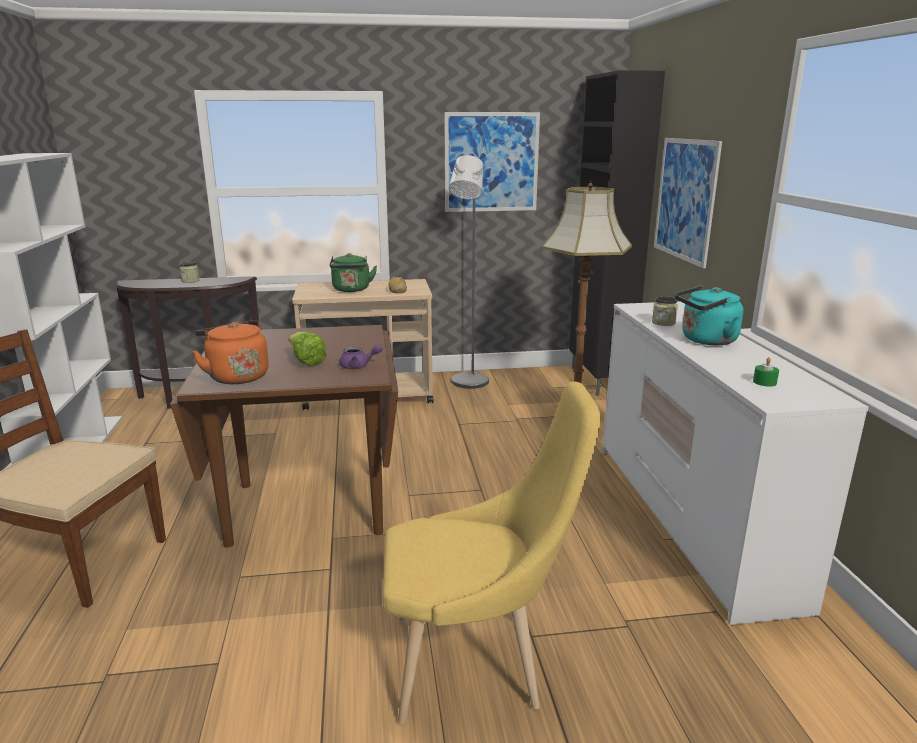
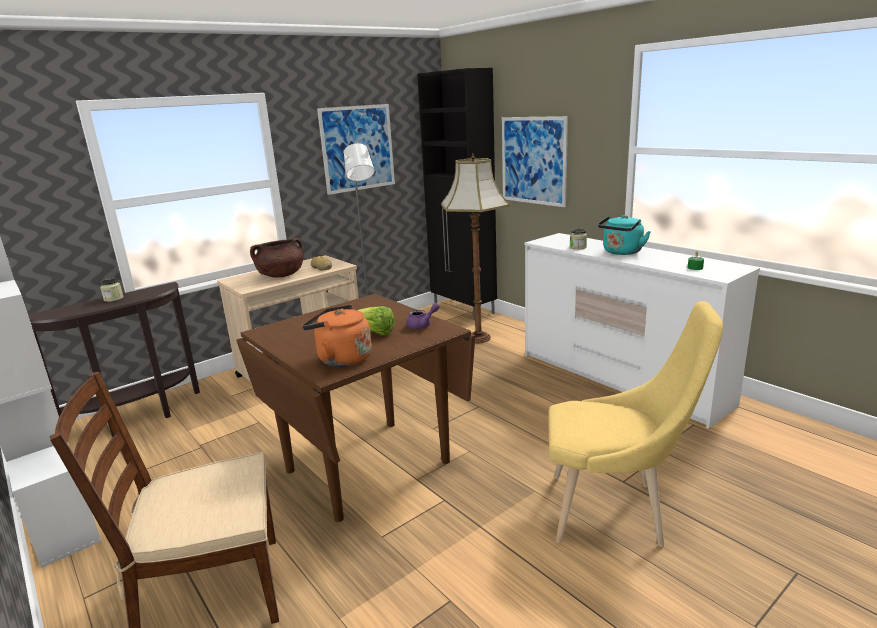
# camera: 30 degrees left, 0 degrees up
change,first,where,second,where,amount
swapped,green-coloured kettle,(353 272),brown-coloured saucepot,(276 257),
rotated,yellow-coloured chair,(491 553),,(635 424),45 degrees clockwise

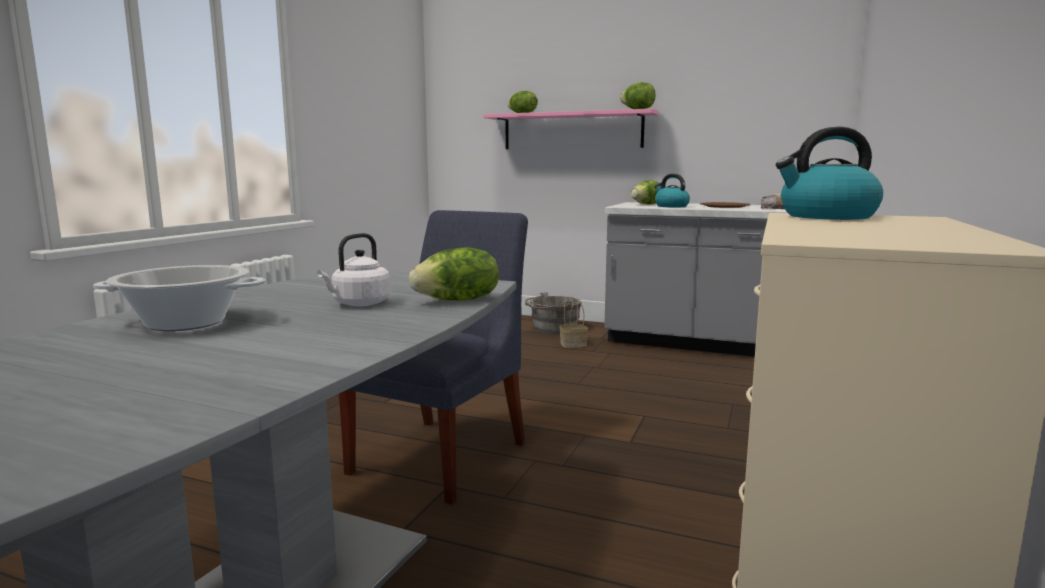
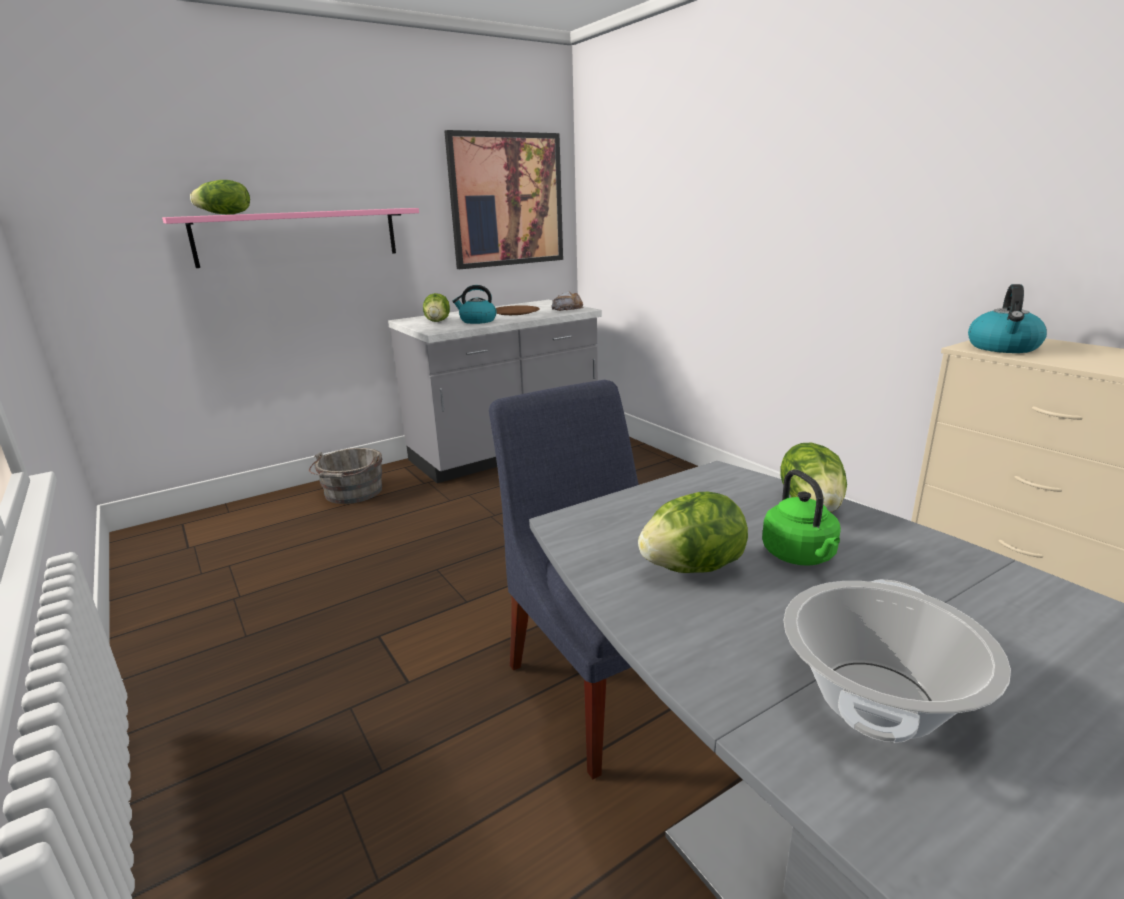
# camera: 55 degrees left, 10 degrees up
change,first,where,second,where,amount
repainted,whitish kettle,(354 269),green-coloured kettle,(801 517),
gone,basket,(574 322),,,
shifted,lettuce,(637 95),,(693 532),
new,,,wall picture,(503 199),

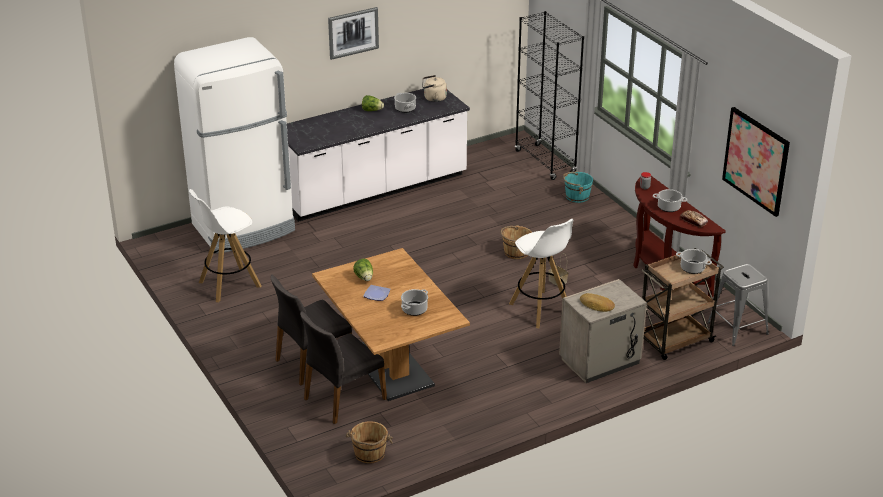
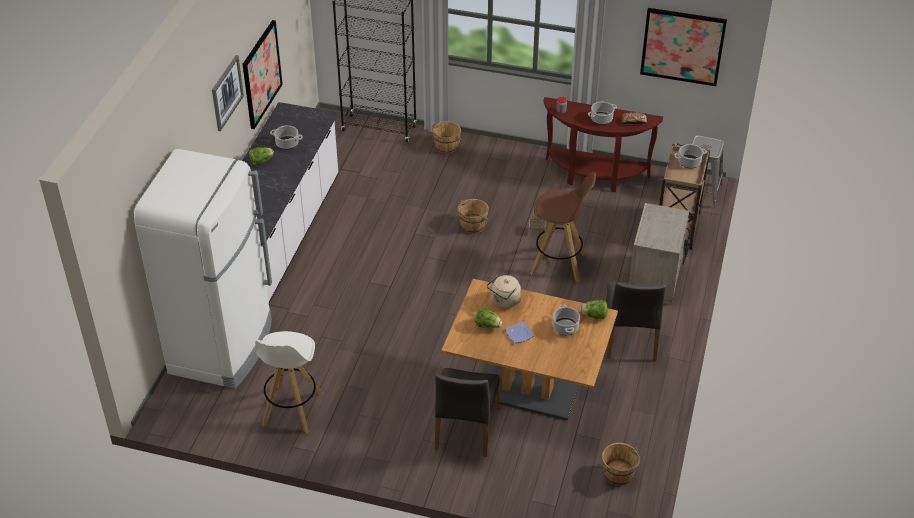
# camera: 45 degrees left, 10 degrees up
change,first,where,second,where,amount
shifted,gray chair,(343 367),,(636 321),
shifted,beige kettle,(434 88),,(504 291),
repainted,whitish sitting stool,(541 273),brown-coloured sitting stool,(563 227),
repainted,blue-green bucket,(578 187),brown-coloured bucket,(446 137),
gone,bakery bread,(597 302),,,
new,,,wall picture,(262 74),
new,,,lettuce,(594 309),

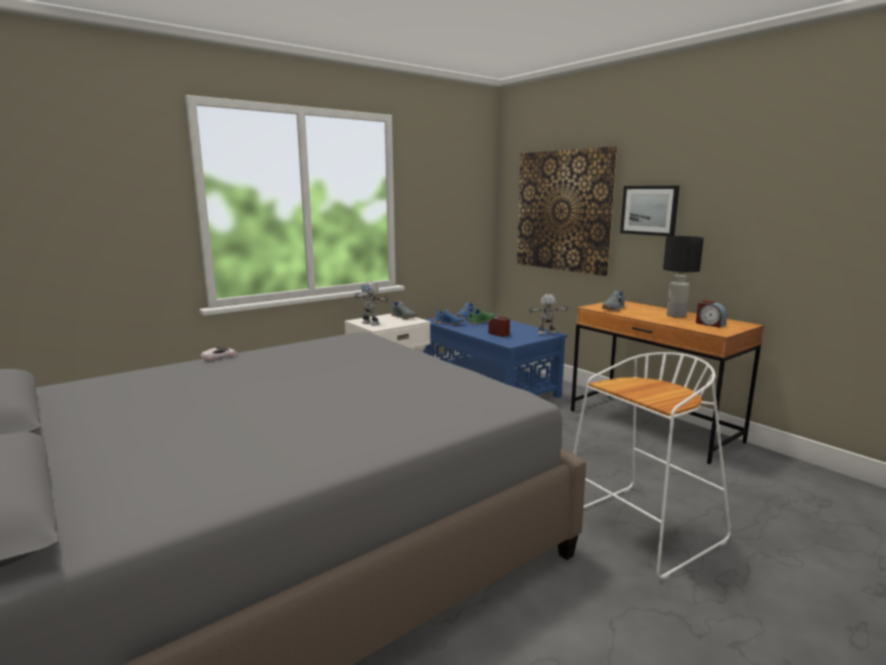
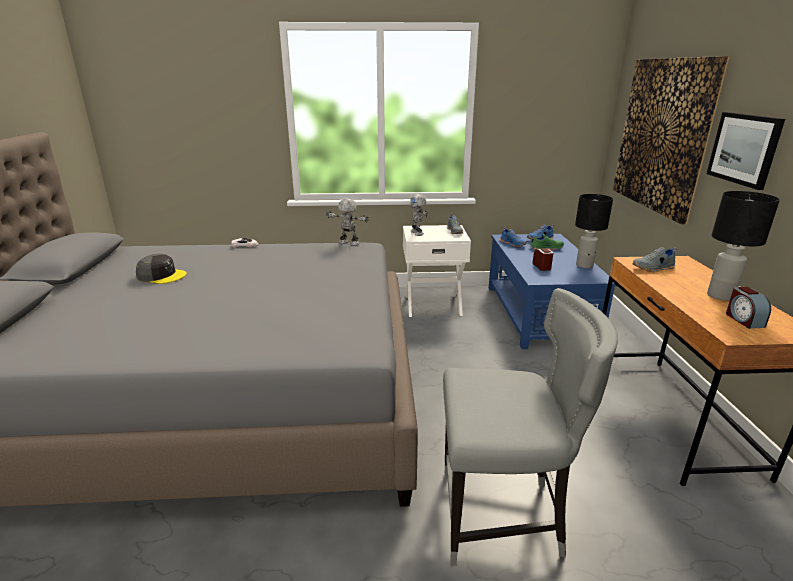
# camera: 35 degrees right, 10 degrees up
change,first,where,second,where,amount
shifted,toy robot,(548 314),,(347 222),
swapped,whitish sitting stool,(652 466),gray chair,(530 427),
new,,,gray baseball cap,(161 269),
new,,,black table lamp,(594 231),

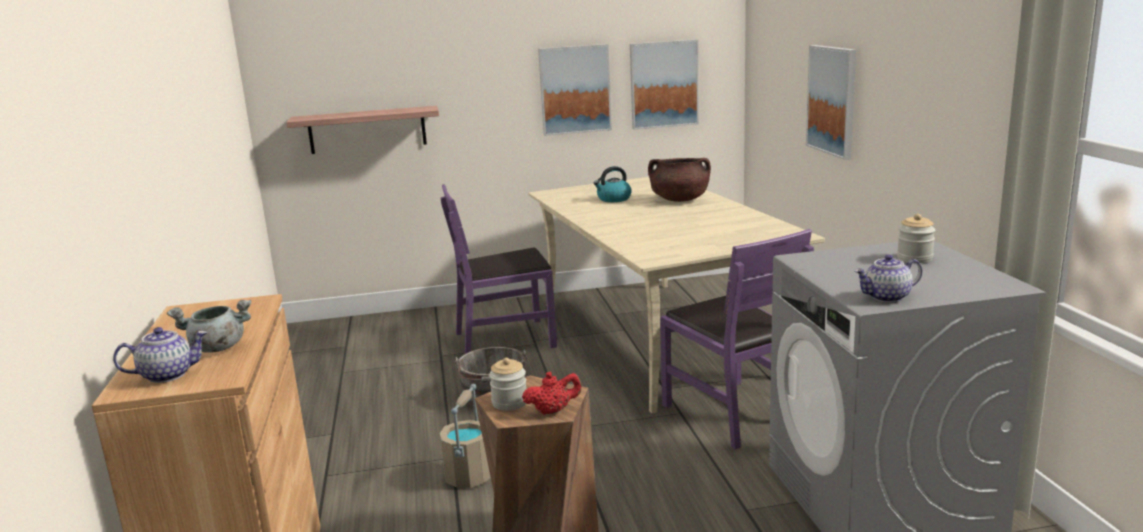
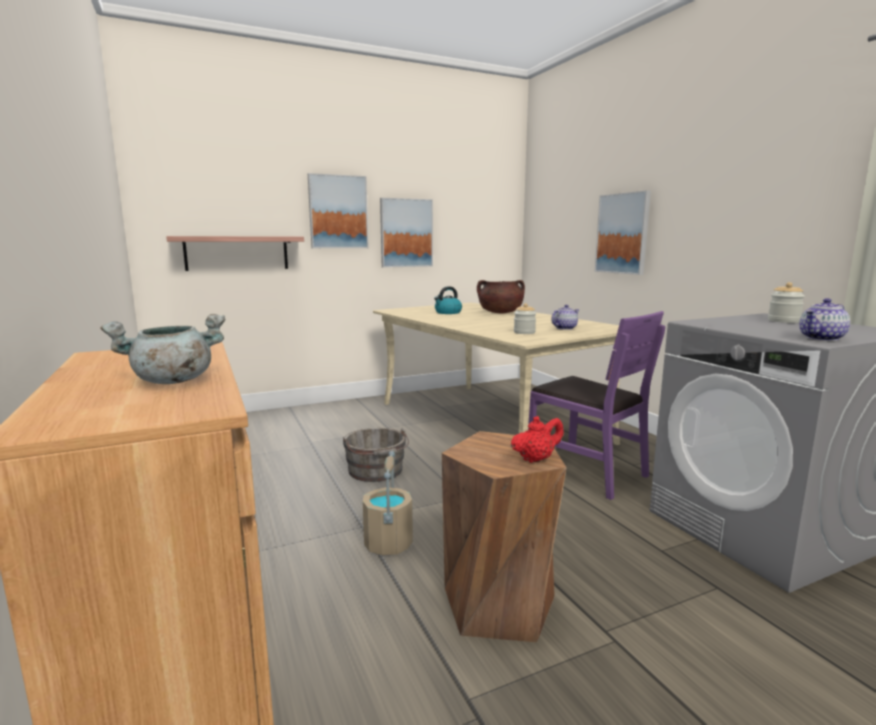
# camera: 15 degrees left, 5 degrees down
change,first,where,second,where,amount
shifted,tea pot,(160 355),,(565 317),
gone,purplish chair,(499 269),,,
shifted,storage jar,(507 384),,(525 318),
shifted,wall picture,(664 84),,(338 210),

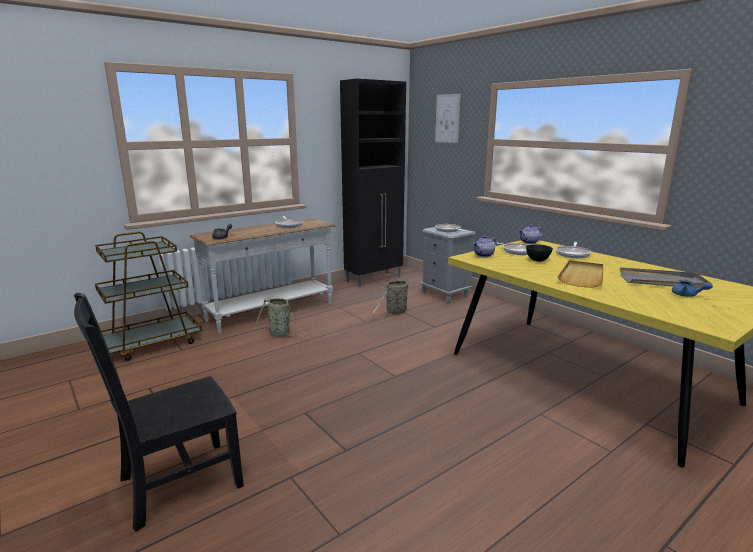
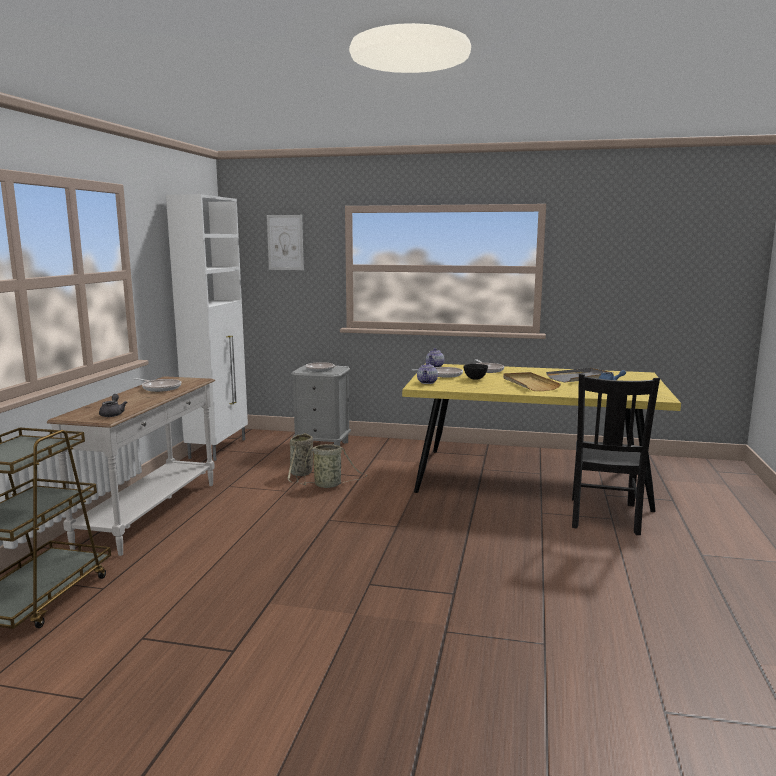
# camera: 40 degrees left, 5 degrees down
change,first,where,second,where,amount
shifted,black chair,(159 412),,(616 454),
shifted,basket,(281 317),,(334 466),
repainted,black cupboard,(373 183),whitish cupboard,(207 327),

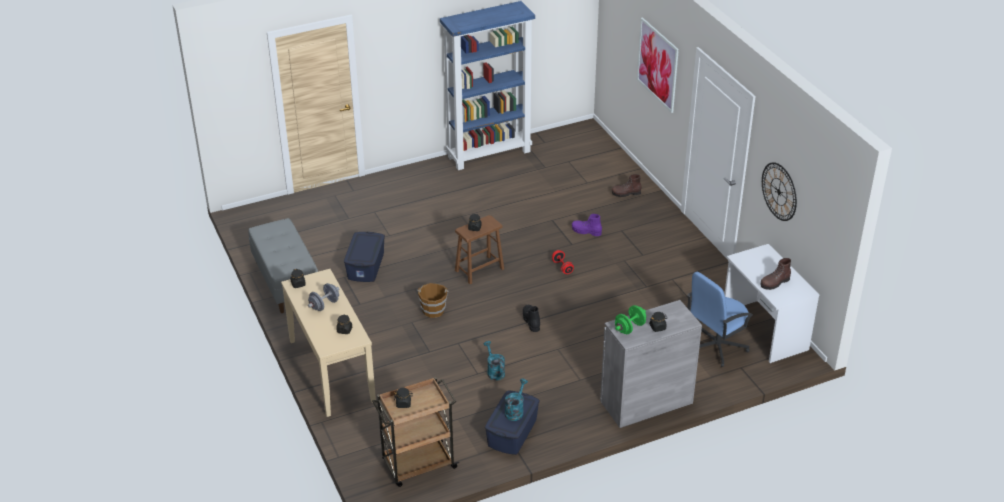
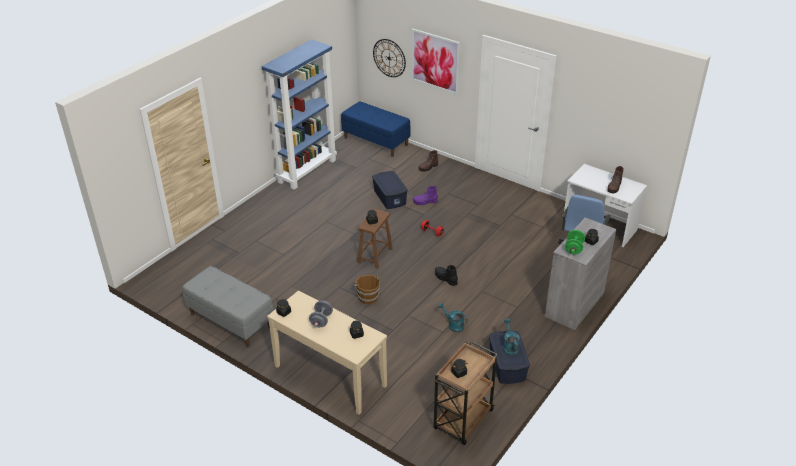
# camera: 30 degrees left, 0 degrees up
change,first,where,second,where,amount
shifted,bluish storage bin,(364 257),,(390 190),
shifted,hanging clock,(779 191),,(389 58),
new,,,bluish bench,(375 129),

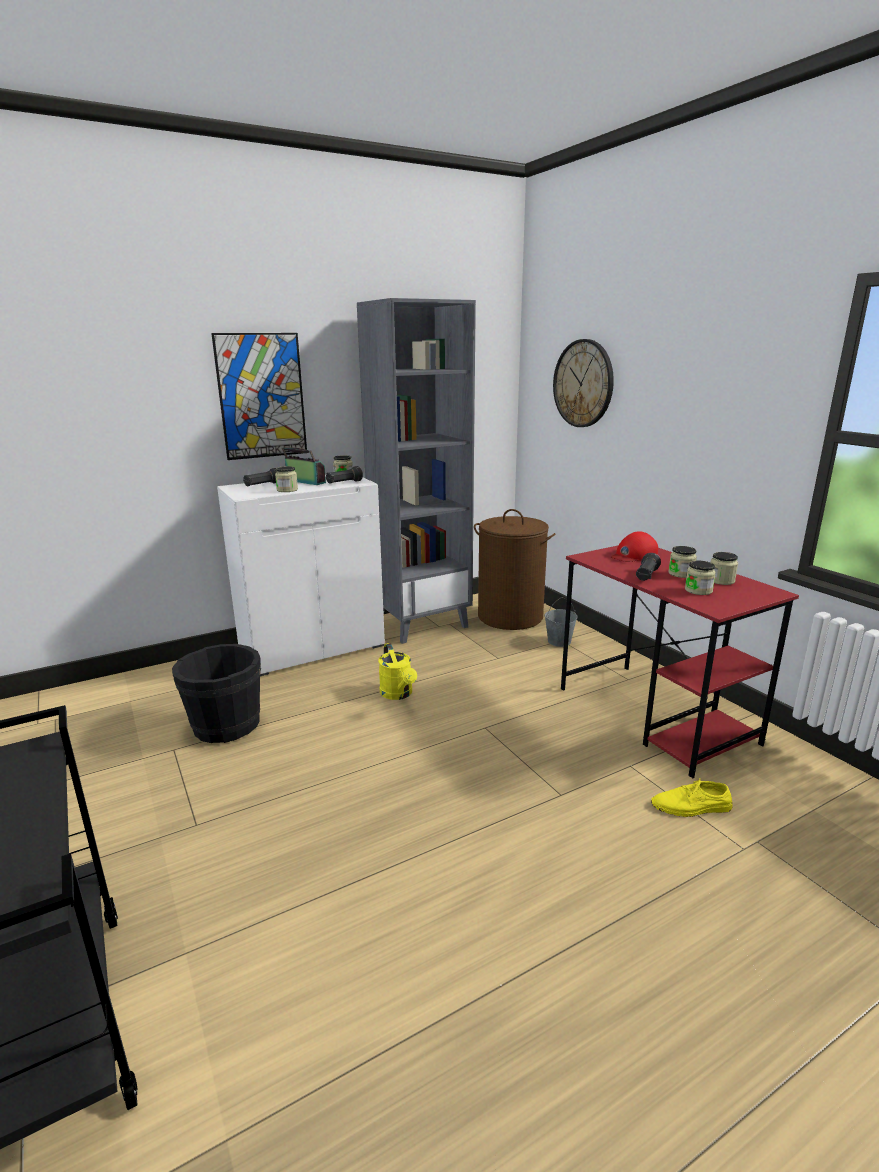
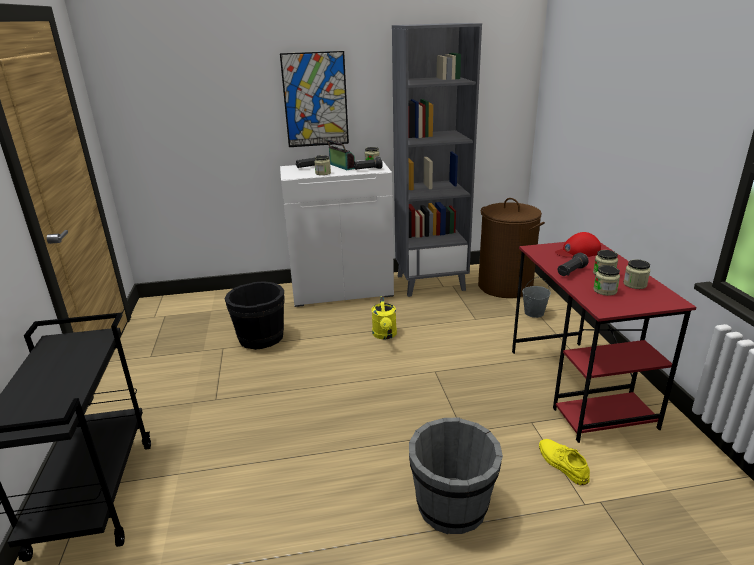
# camera: 20 degrees right, 5 degrees up
change,first,where,second,where,amount
gone,hanging clock,(583 383),,,
rotated,yellow-coloured low shoe,(691 798),,(564 462),45 degrees clockwise
new,,,gray bucket,(456 475),

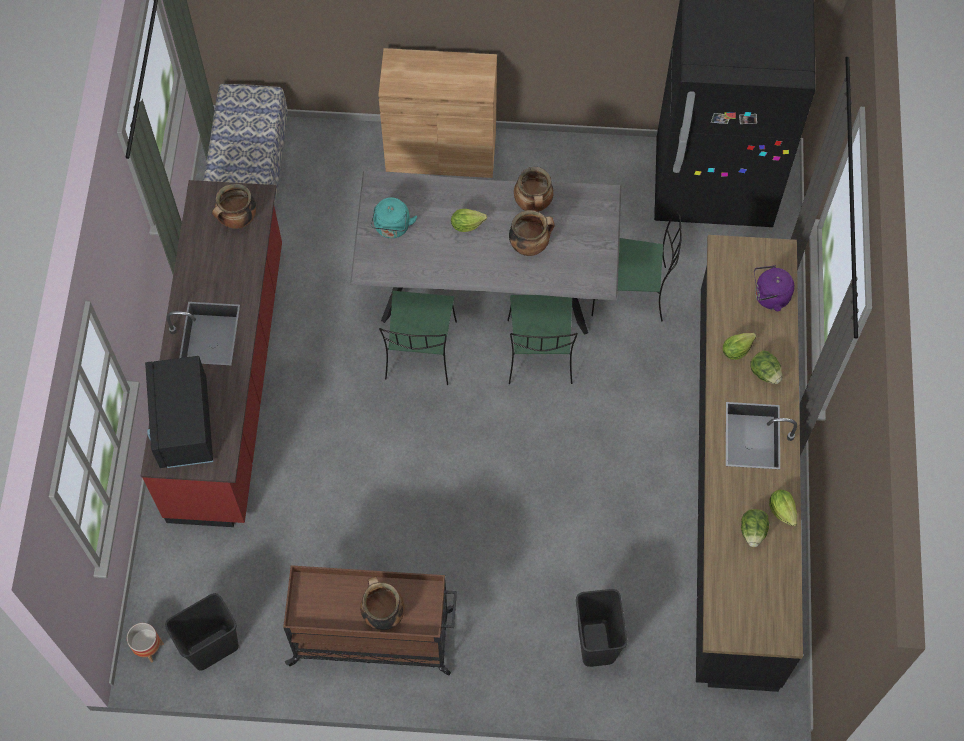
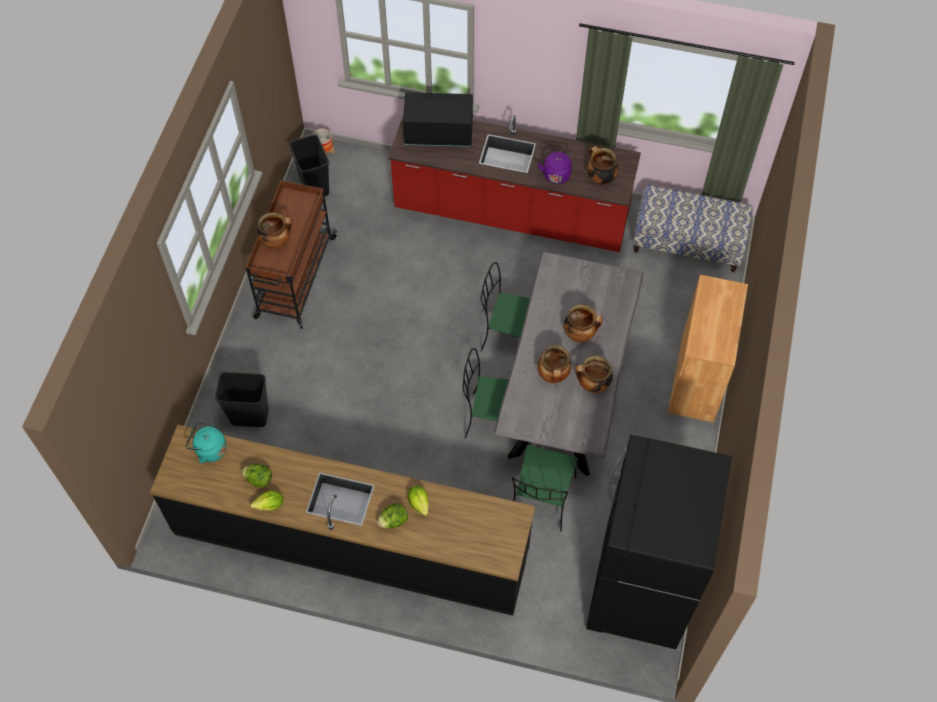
# camera: 100 degrees right, 5 degrees down
change,first,where,second,where,amount
shifted,blue-green kettle,(394 217),,(206 442),
swapped,lettuce,(469 220),saucepot,(583 323),
shifted,purplish kettle,(774 288),,(555 166),

